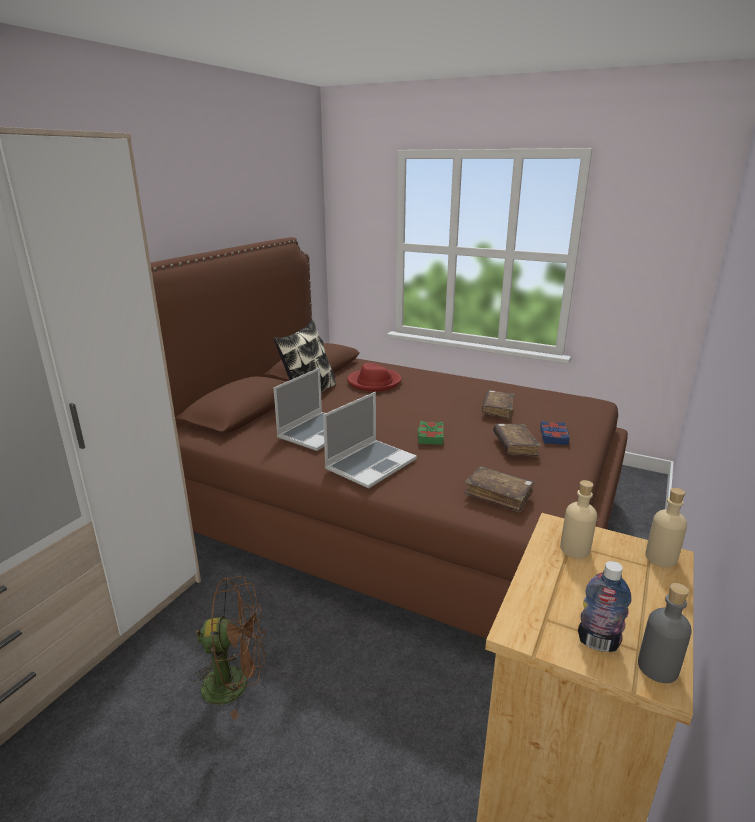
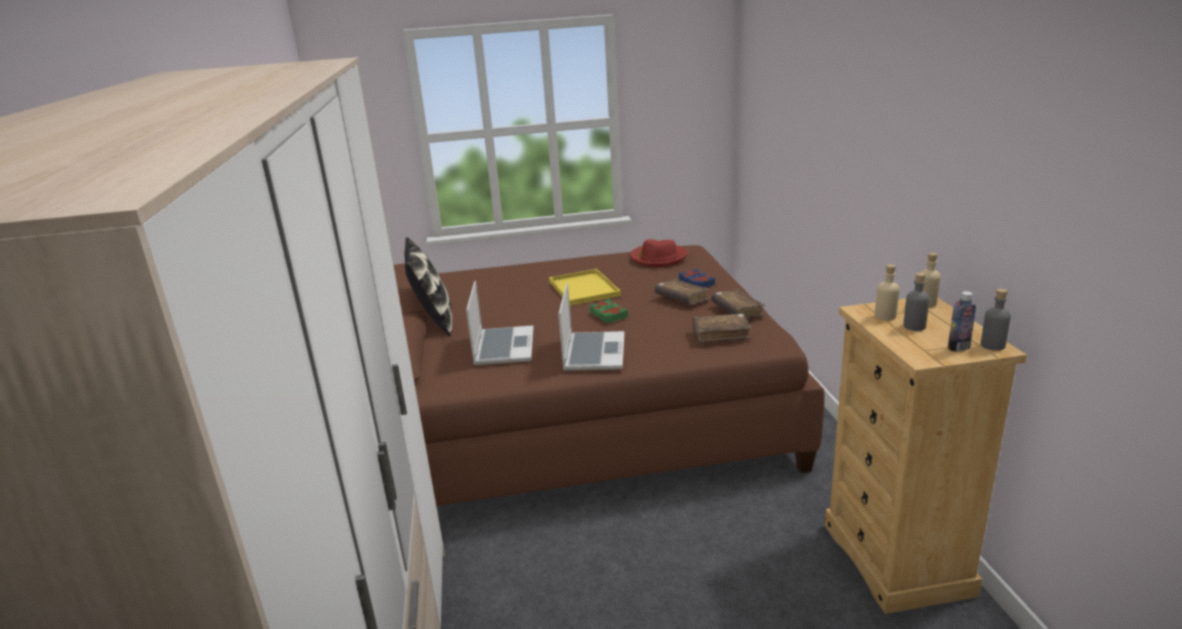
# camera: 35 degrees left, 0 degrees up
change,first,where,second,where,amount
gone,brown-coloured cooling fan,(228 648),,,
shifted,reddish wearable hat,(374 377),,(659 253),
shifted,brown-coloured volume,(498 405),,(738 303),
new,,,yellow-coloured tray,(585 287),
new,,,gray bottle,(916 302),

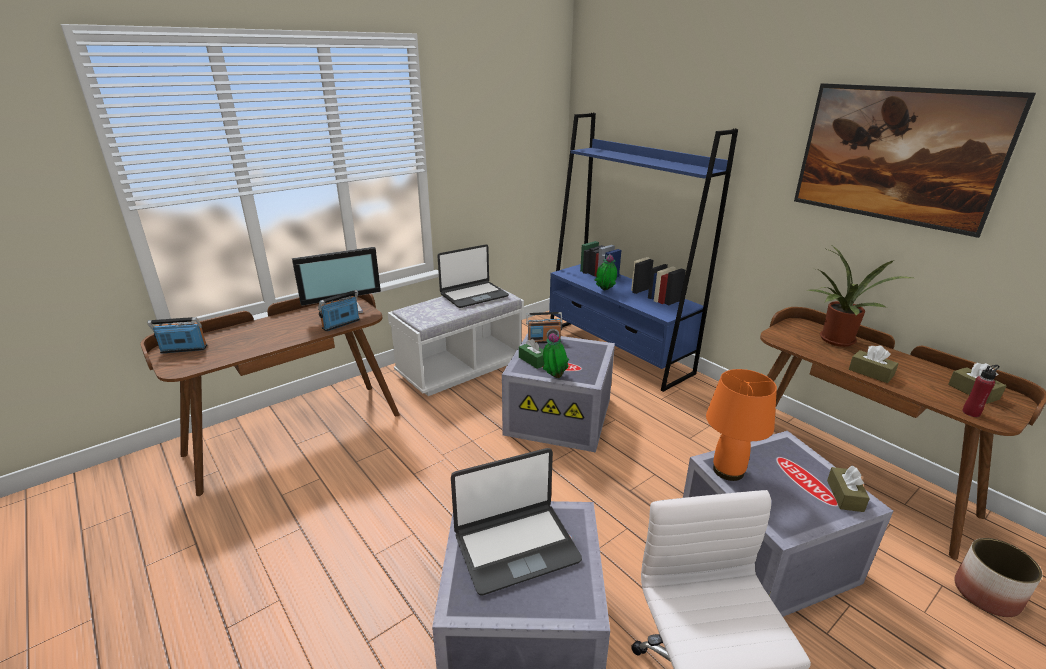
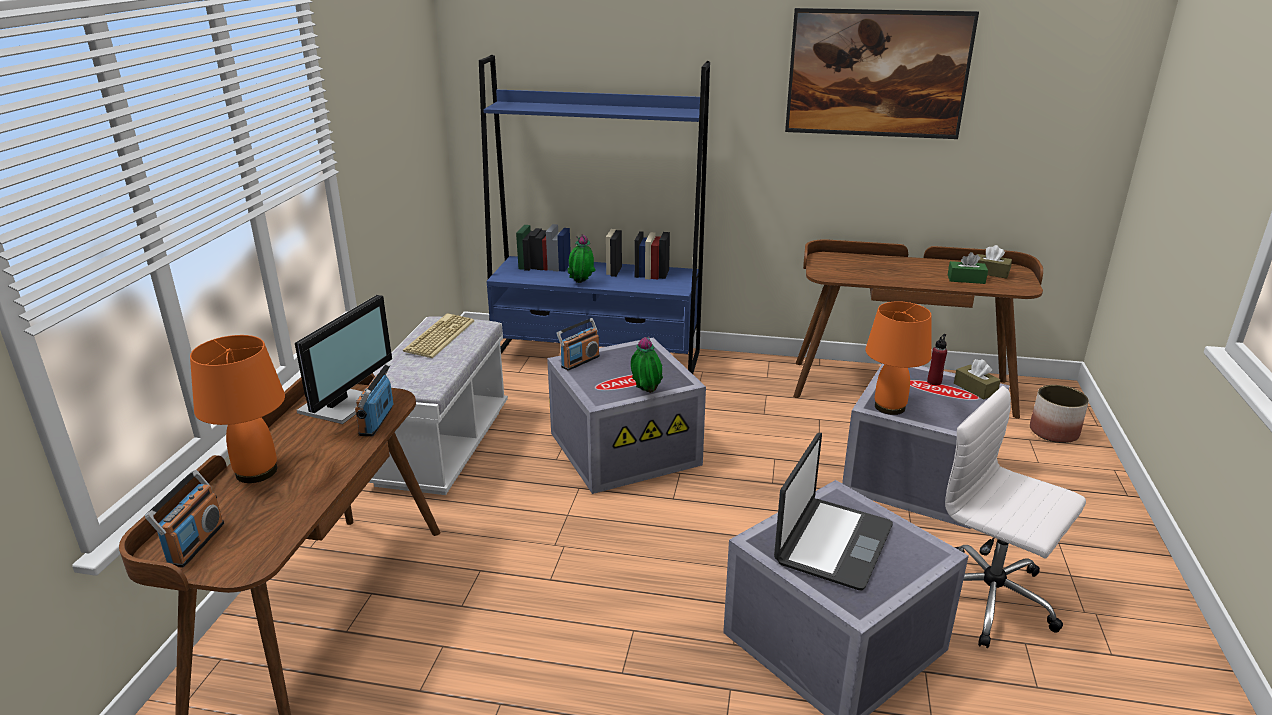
# camera: 40 degrees left, 0 degrees up
change,first,where,second,where,amount
rotated,radio set,(177 335),,(184 519),150 degrees clockwise
swapped,portable computer,(473 276),keyboard,(438 336),
shifted,green-coloured box of tissues,(531 354),,(968 268),
gone,plant in a pot,(859 296),,,
gone,brown-coloured box of tissues,(874 364),,,
shifted,reddish bottle,(981 391),,(937 359),
new,,,orange table lamp,(237 409),

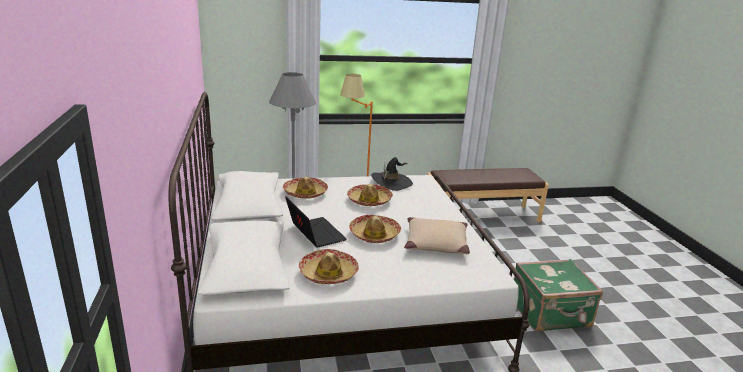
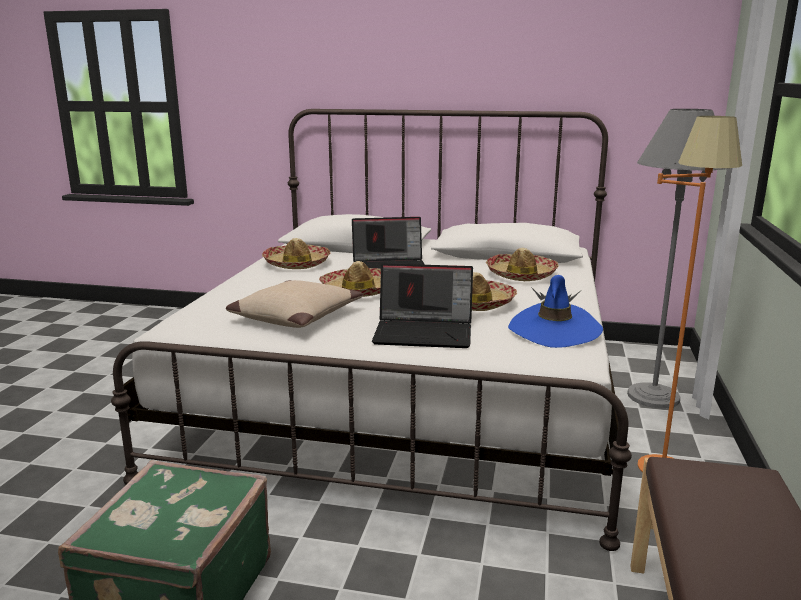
# camera: 115 degrees right, 5 degrees down
change,first,where,second,where,amount
repainted,black wearable hat,(392 174),bluish wearable hat,(555 311),
new,,,portable computer,(422 305),

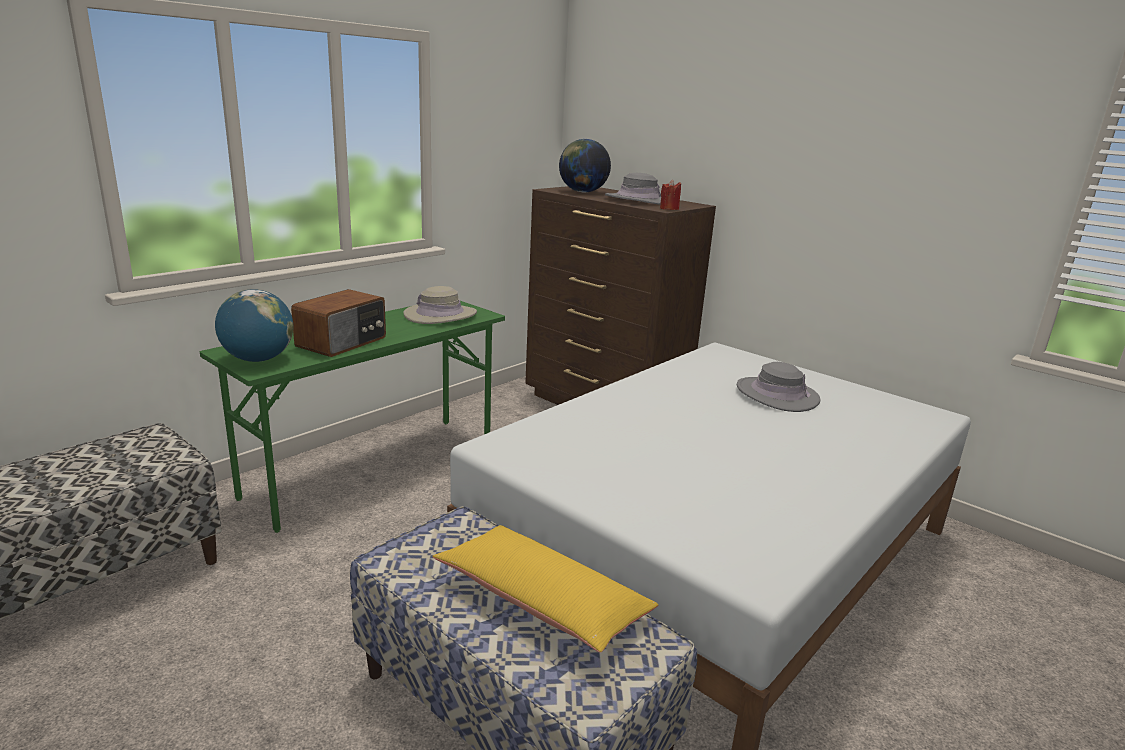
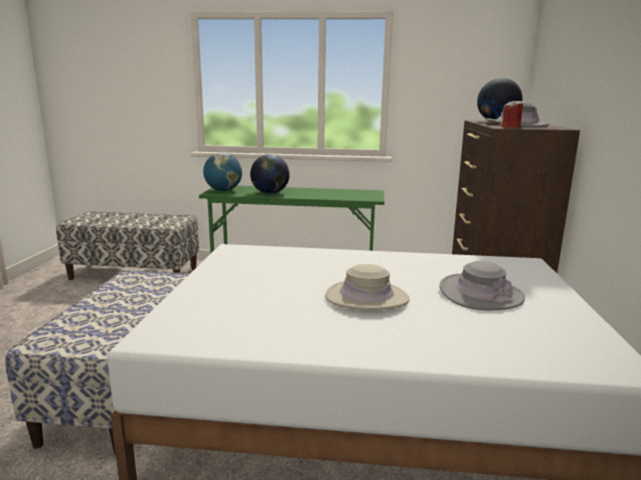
# camera: 55 degrees right, 5 degrees down
change,first,where,second,where,amount
swapped,radio set,(338 323),desk globe,(270 174),
shifted,beige wearable hat,(440 305),,(367 287),
gone,yellow-coloured pillow,(545 589),,,

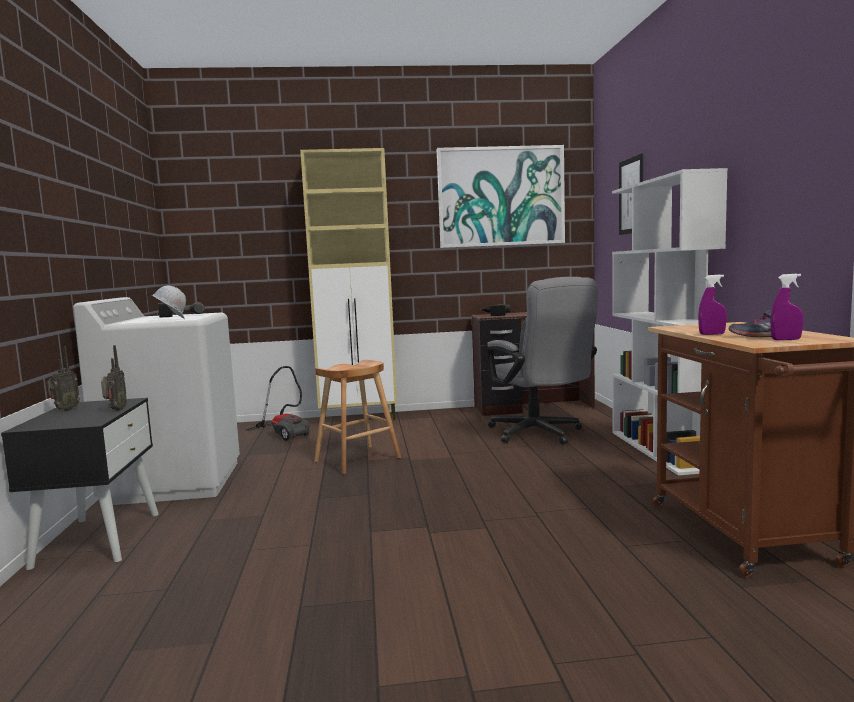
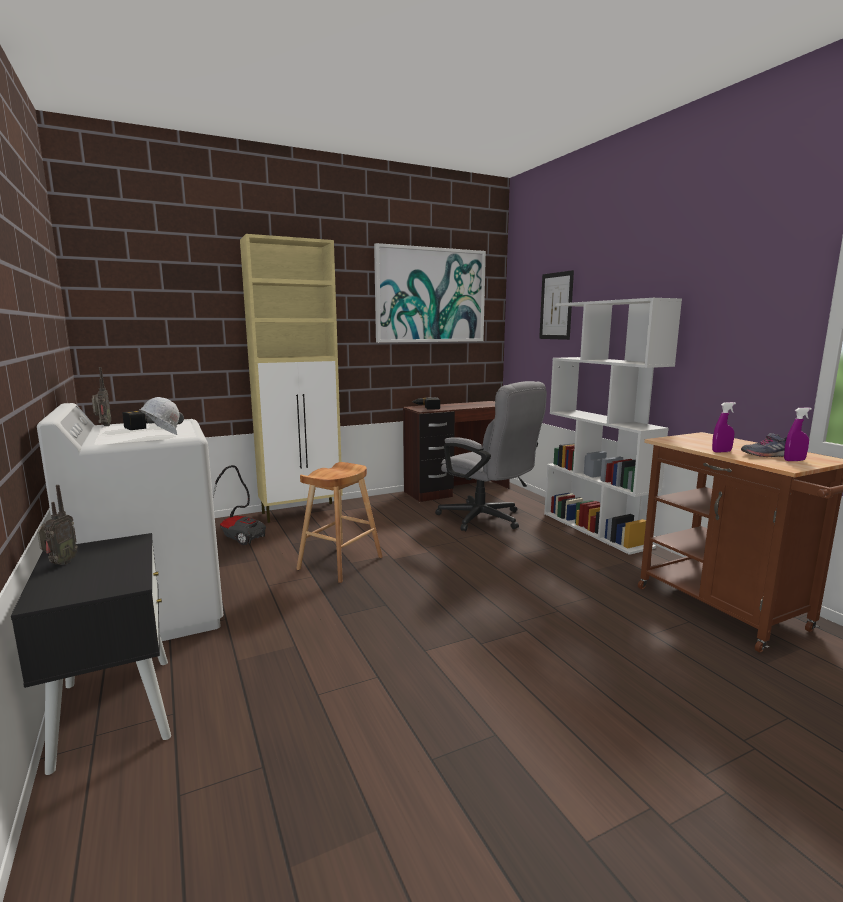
# camera: 20 degrees left, 5 degrees up
change,first,where,second,where,amount
shifted,radio set,(114 378),,(101 396),

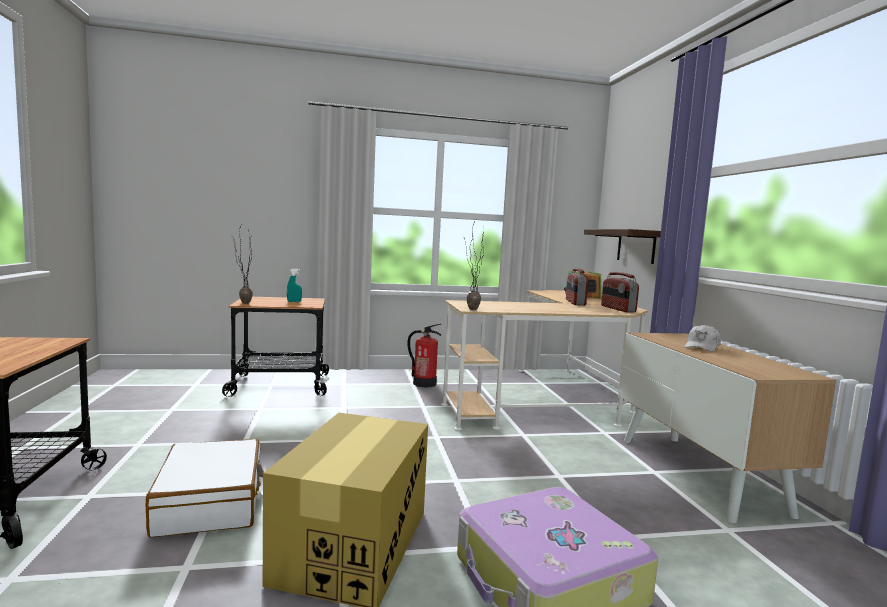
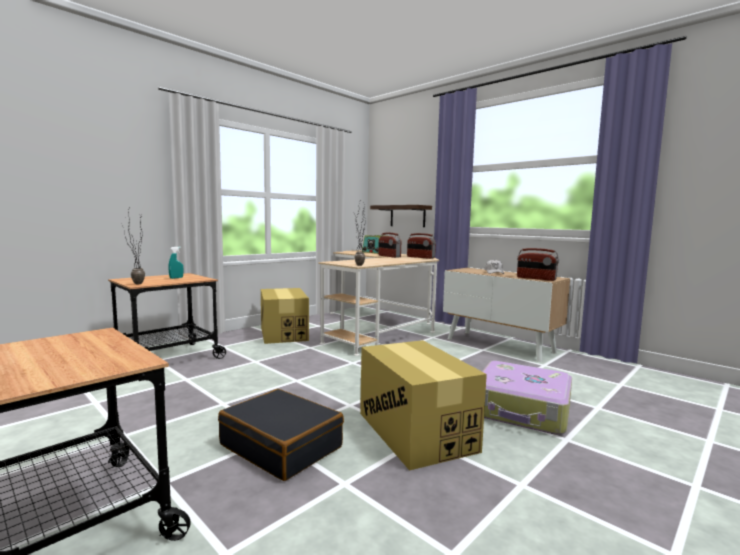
# camera: 35 degrees left, 0 degrees up
change,first,where,second,where,amount
repainted,whitish piece of luggage,(205 488),black piece of luggage,(281 435),
swapped,fire extinguisher,(424 356),packing box,(285 316),
new,,,radio set,(538 264),

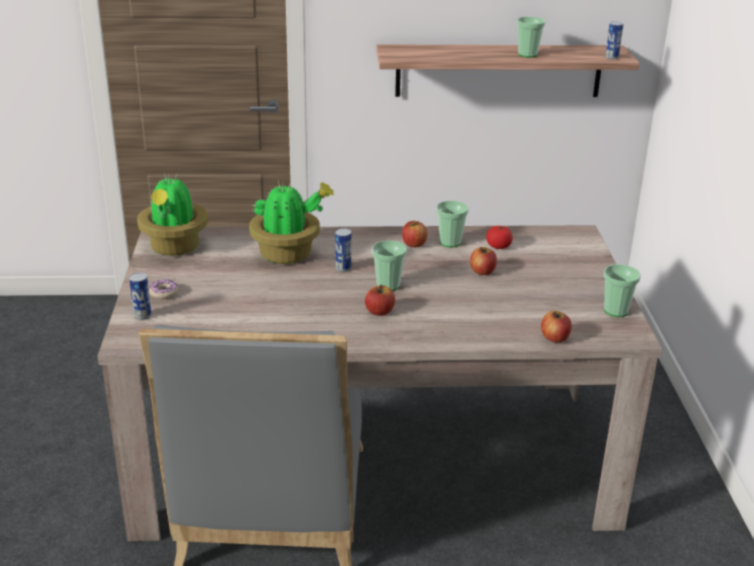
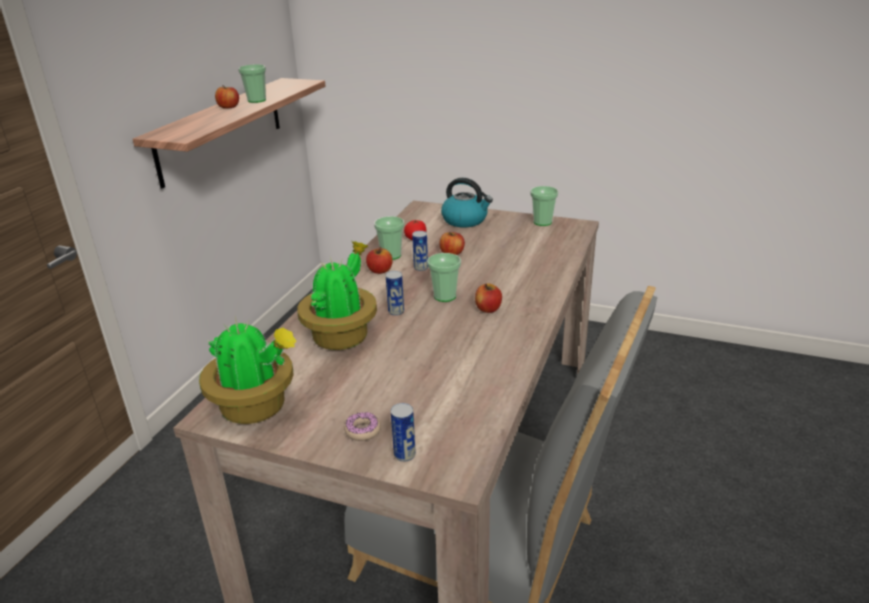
# camera: 65 degrees left, 0 degrees up
change,first,where,second,where,amount
shifted,whole apple,(556 326),,(227 97),
shifted,sealed can,(614 40),,(420 251),
new,,,kettle,(467 202),

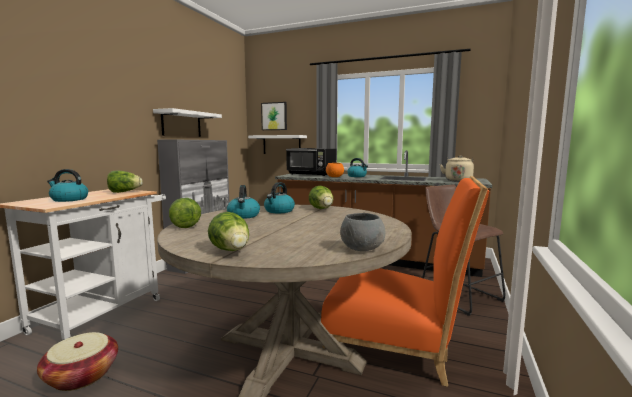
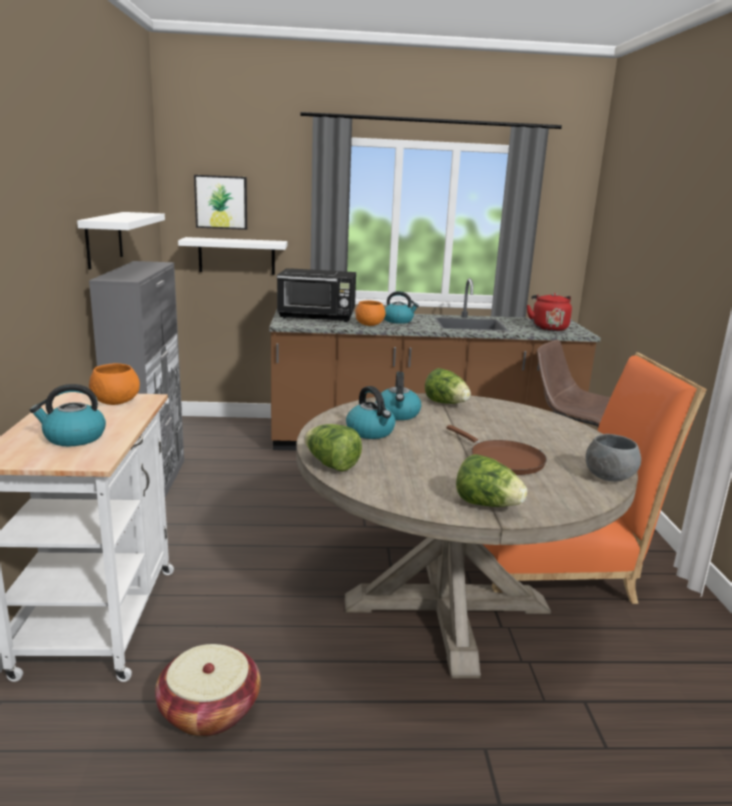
# camera: 25 degrees left, 10 degrees up
change,first,where,second,where,amount
swapped,lettuce,(125 182),orange deep dish,(114 384),
repainted,beige kettle,(457 169),reddish kettle,(549 312),
new,,,brown-coloured skillet,(497 450),

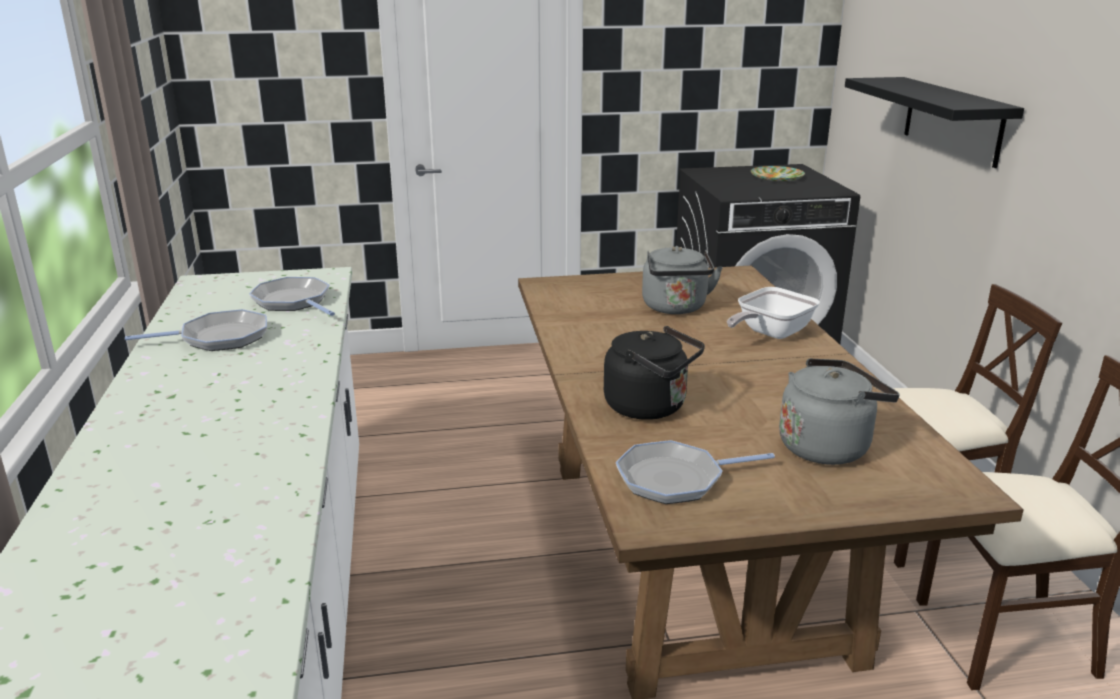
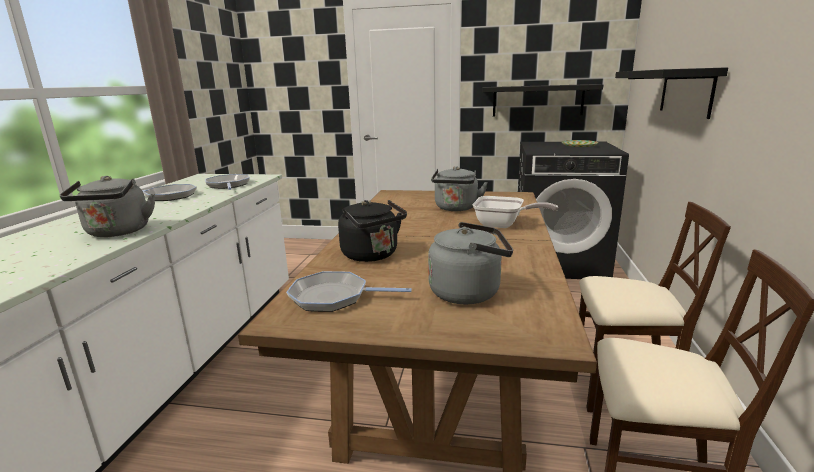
# camera: 20 degrees right, 5 degrees down
change,first,where,second,where,amount
rotated,skillet,(773 313),,(515 212),135 degrees counterclockwise
new,,,gray kettle,(107 206),
new,,,black bracket shelf,(542 100),

